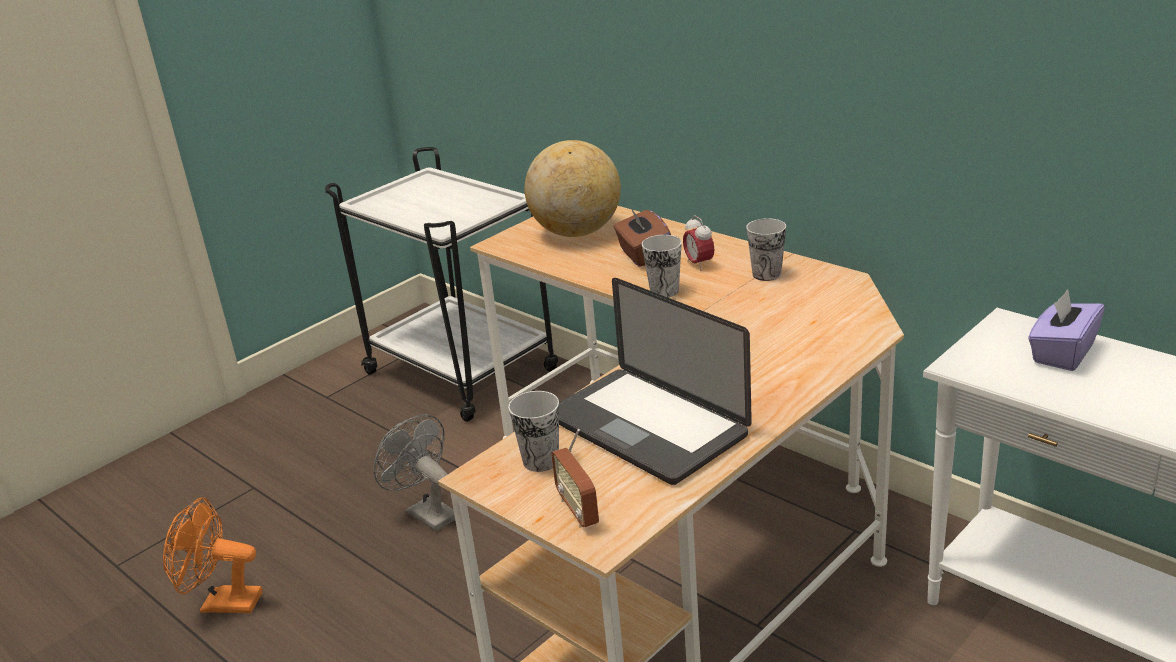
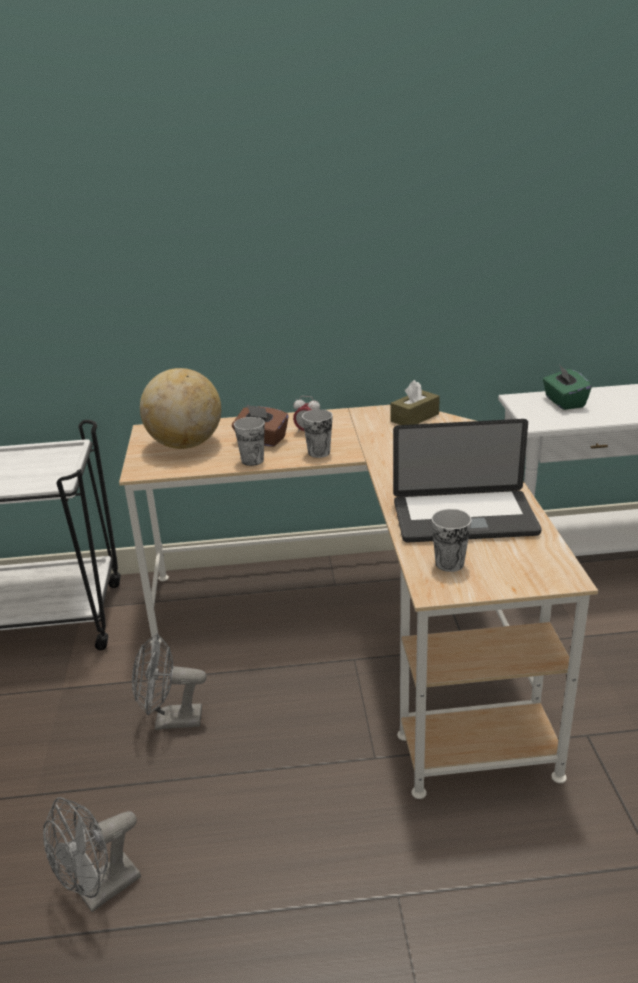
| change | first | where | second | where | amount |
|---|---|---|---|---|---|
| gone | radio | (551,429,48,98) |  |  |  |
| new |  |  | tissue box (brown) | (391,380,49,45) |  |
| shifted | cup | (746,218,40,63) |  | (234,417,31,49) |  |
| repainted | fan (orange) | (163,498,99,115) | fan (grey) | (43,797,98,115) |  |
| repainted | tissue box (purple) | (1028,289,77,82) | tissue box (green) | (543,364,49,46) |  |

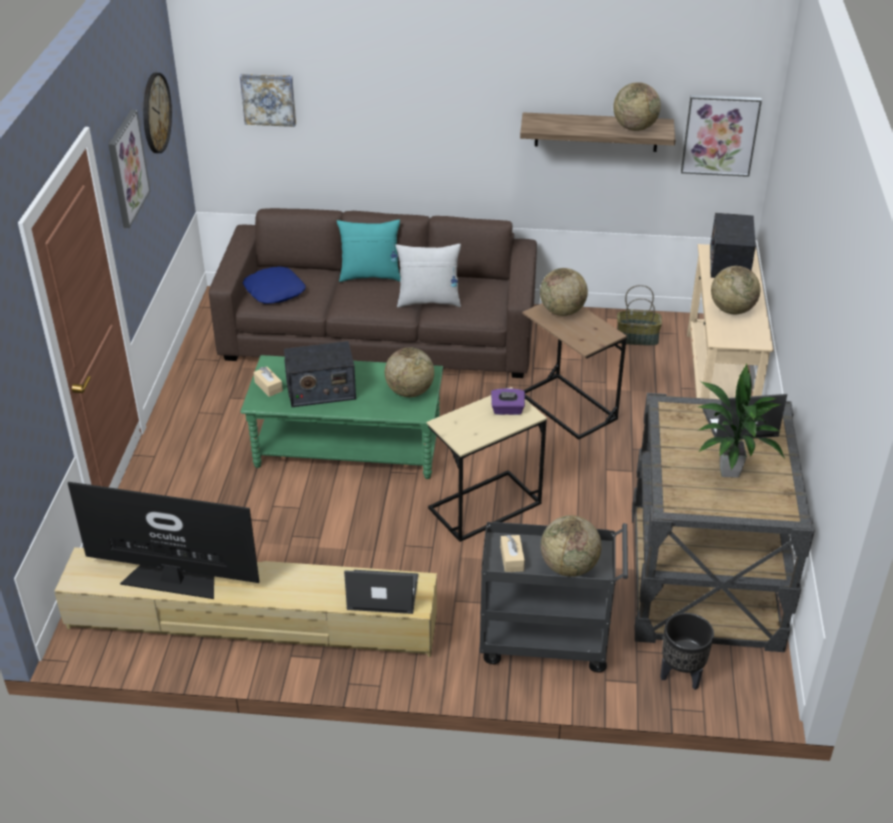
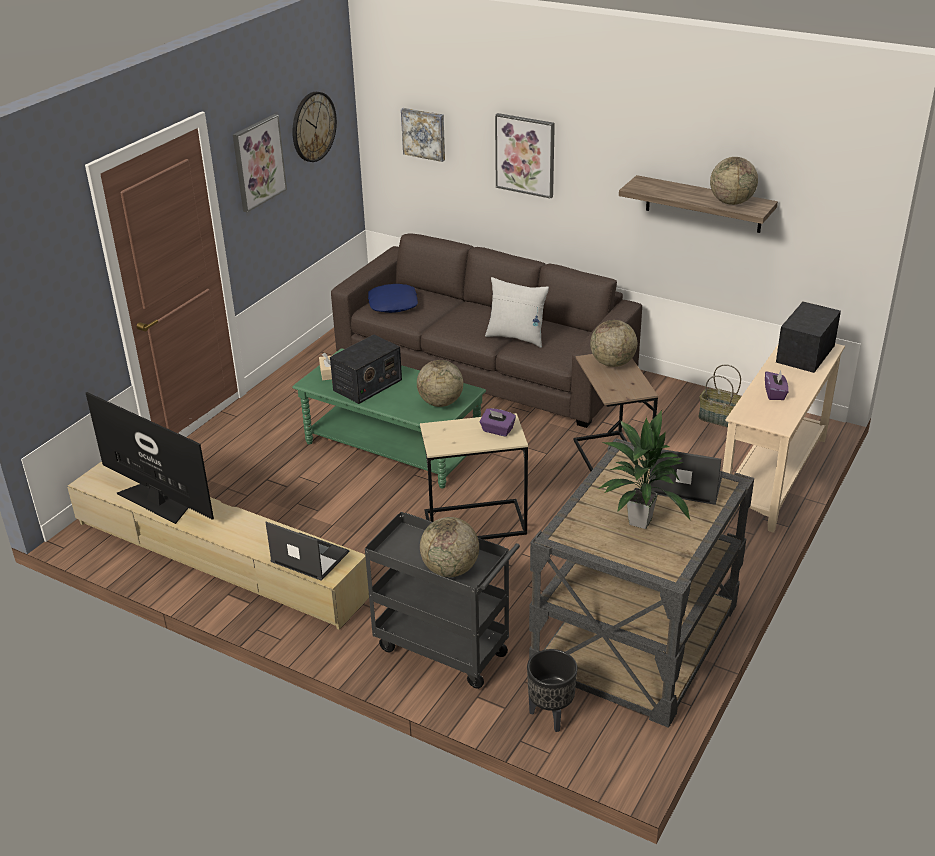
| change | first | where | second | where | amount |
|---|---|---|---|---|---|
| gone | pillow (turquoise) | (337,220,64,62) |  |  |  |
| gone | tissue box (beige) | (500,535,25,37) |  |  |  |
| shifted | picture | (681,95,81,82) |  | (495,113,60,86) |  |
| swapped | globe | (711,266,49,48) | tissue box (purple) | (765,371,24,29) |  |
| rotated | radio | (284,341,72,66) |  | (330,335,72,69) | 60 degrees counterclockwise |

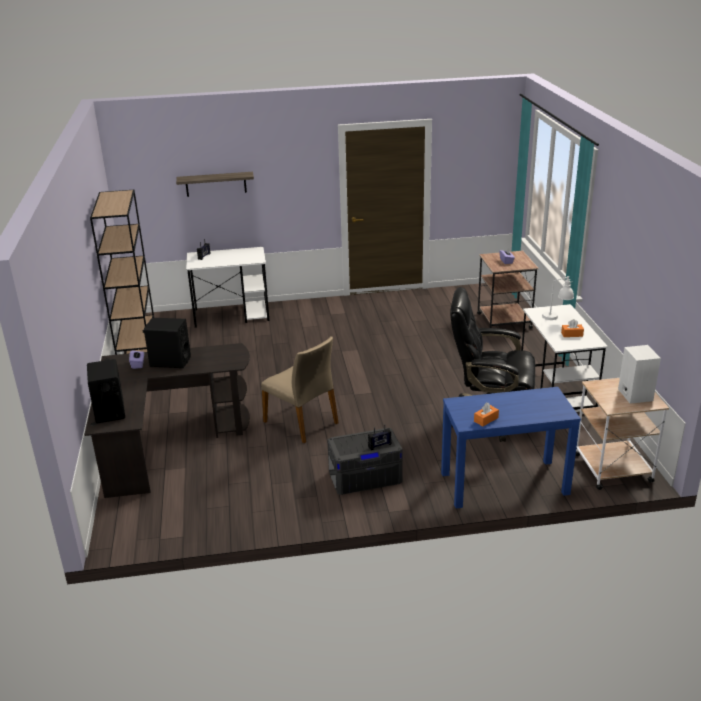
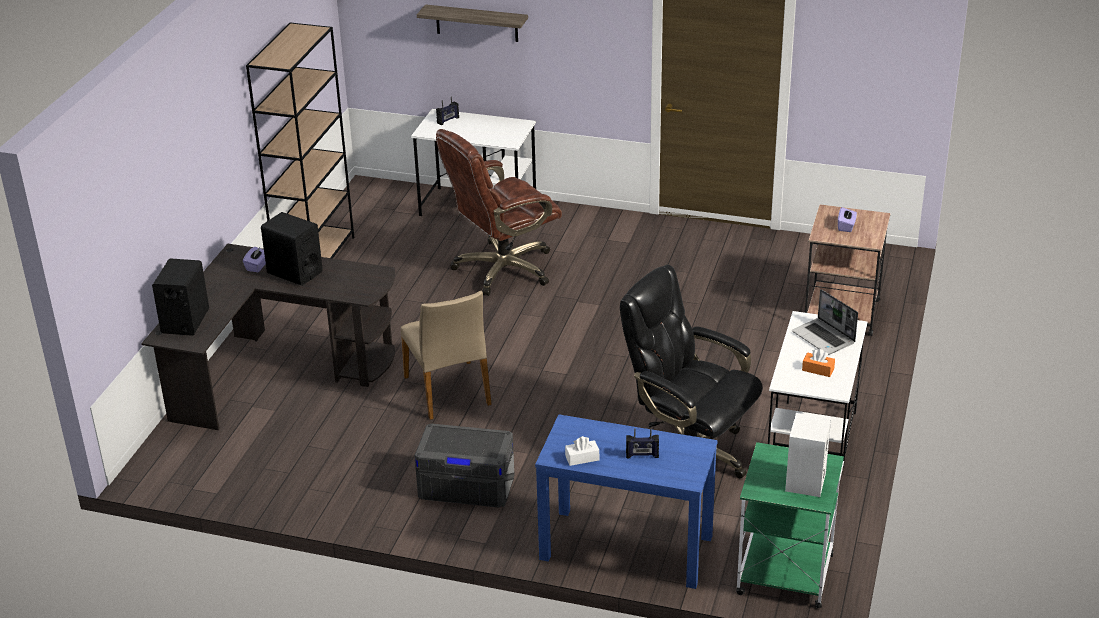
| change | first | where | second | where | amount |
|---|---|---|---|---|---|
| new |  |  | office chair (brown) | (436,129,126,167) |  |
| shifted | radio | (368,424,23,26) |  | (626,428,33,30) |  |
| swapped | table lamp (white) | (542,276,32,44) | laptop | (792,289,66,66) |  |
| repainted | tissue box (orange) | (474,403,25,23) | tissue box (white) | (565,436,34,30) |  |
| repainted | cart (beige) | (576,378,93,112) | cart (green) | (736,442,108,166) |  |

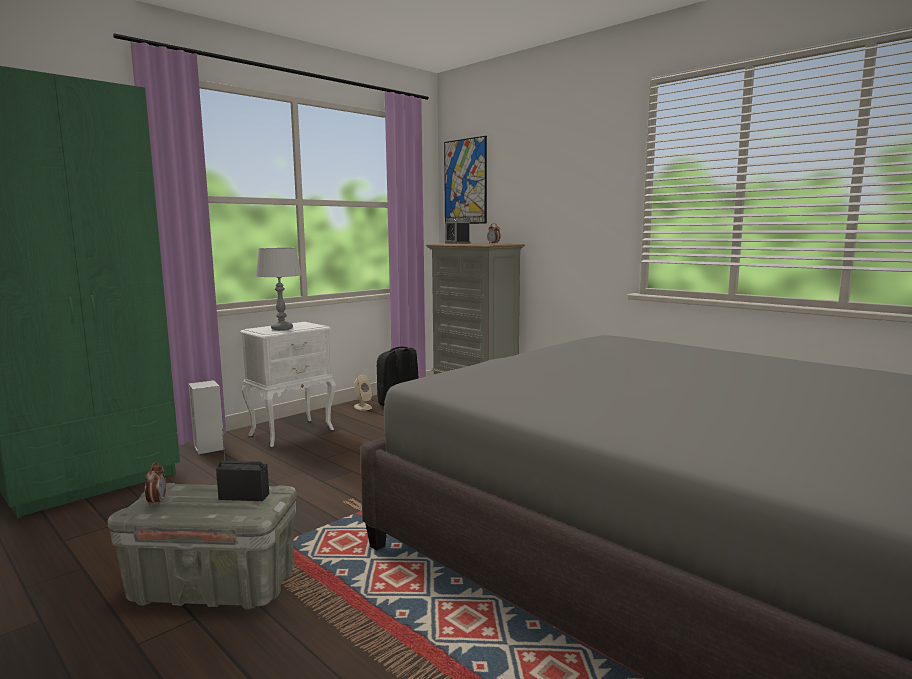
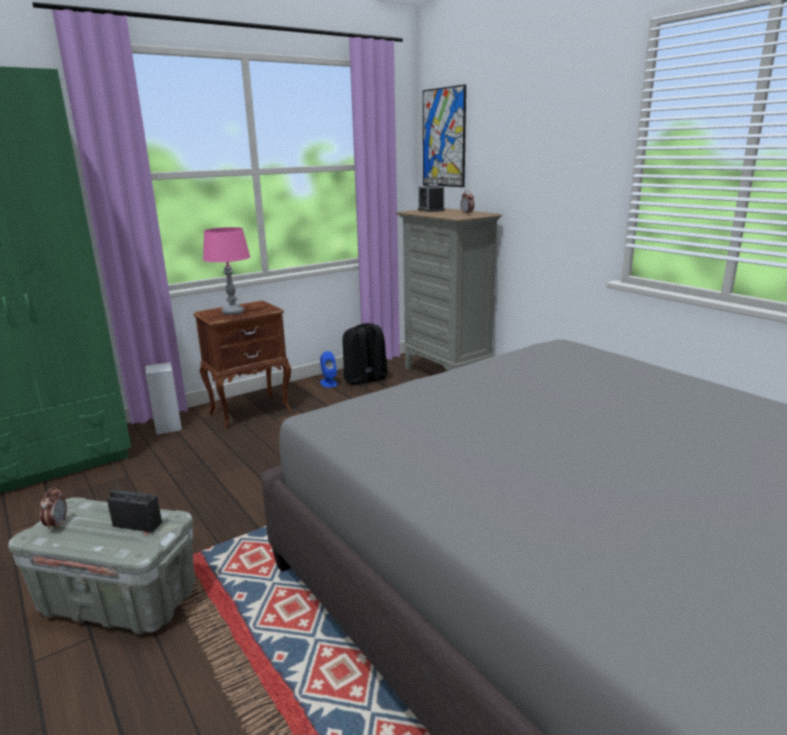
| change | first | where | second | where | amount |
|---|---|---|---|---|---|
| repainted | nightstand (white) | (240,322,96,125) | nightstand (brown) | (193,301,98,129) |  |
| repainted | table lamp (grey) | (256,248,46,82) | table lamp (pink) | (203,227,48,88) |  |
| repainted | speaker (beige) | (354,375,18,36) | speaker (blue) | (320,351,18,37) |  |

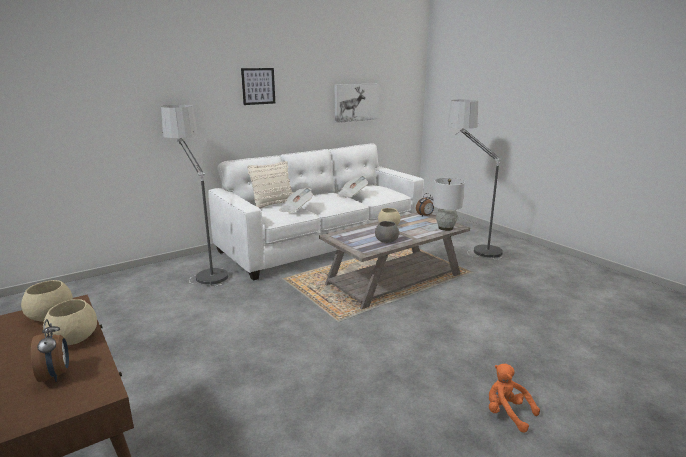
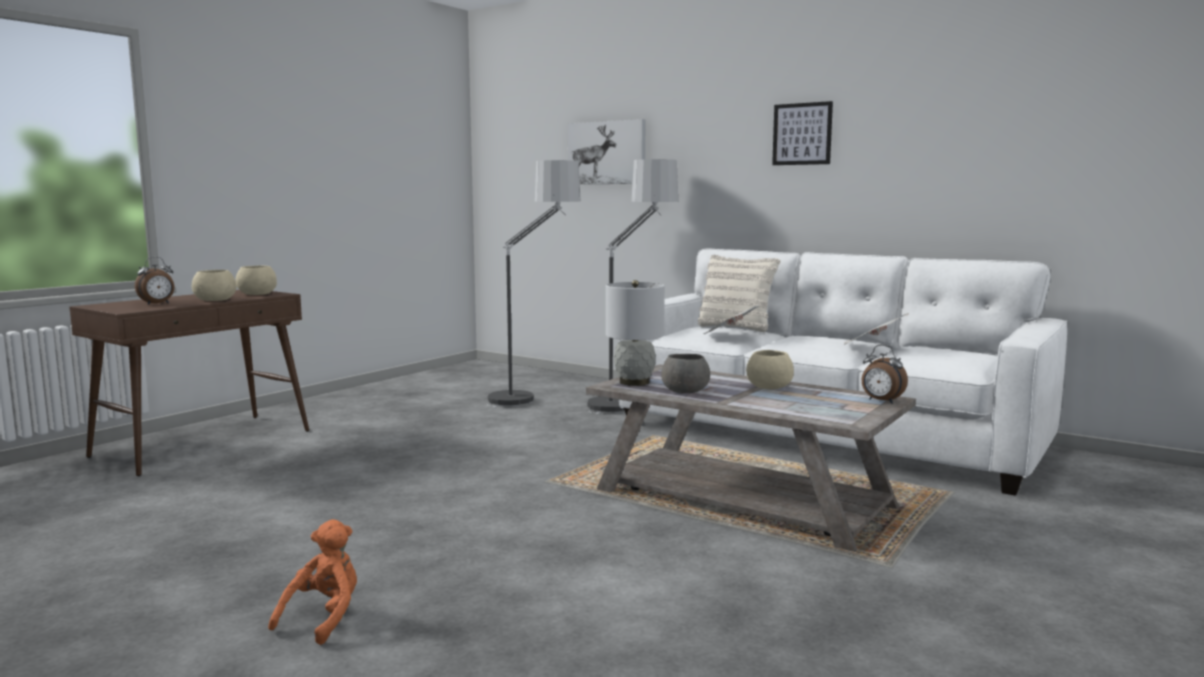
| change | first | where | second | where | amount |
|---|---|---|---|---|---|
| shifted | picture | (335,83,44,40) |  | (568,119,78,65) |  |
| shifted | table lamp (white) | (433,178,32,53) |  | (606,280,59,106) |  |
| shifted | floor lamp | (448,100,55,160) |  | (487,160,94,248) |  |

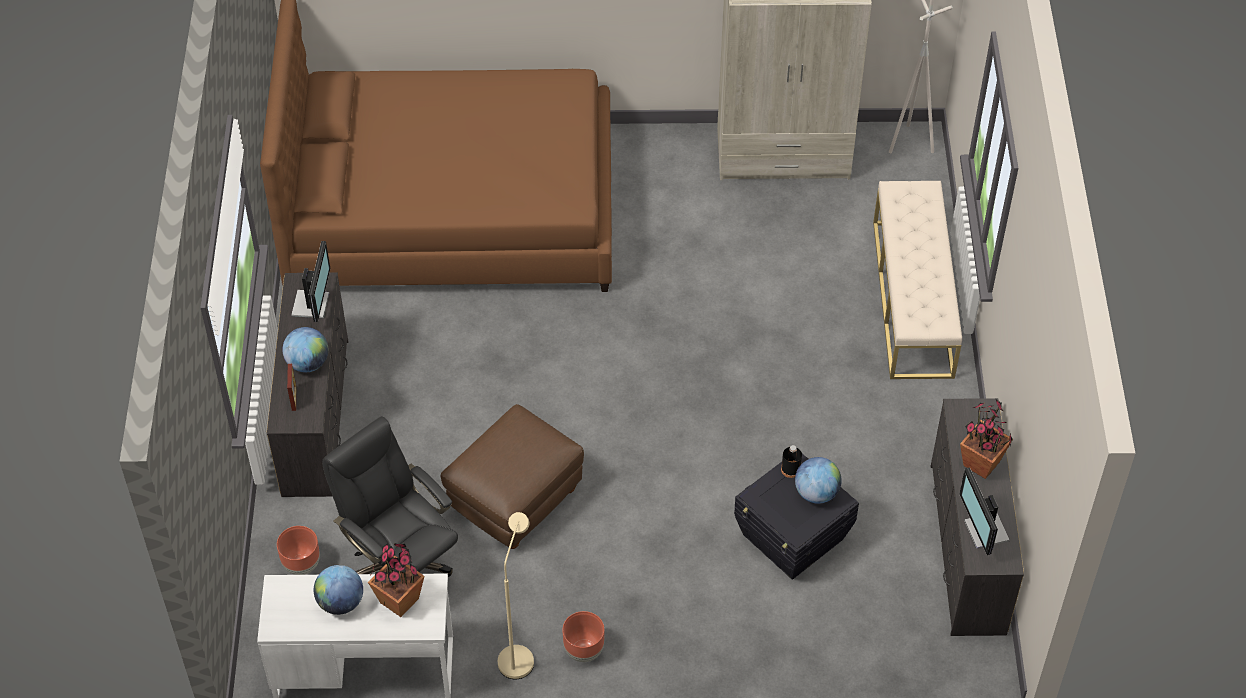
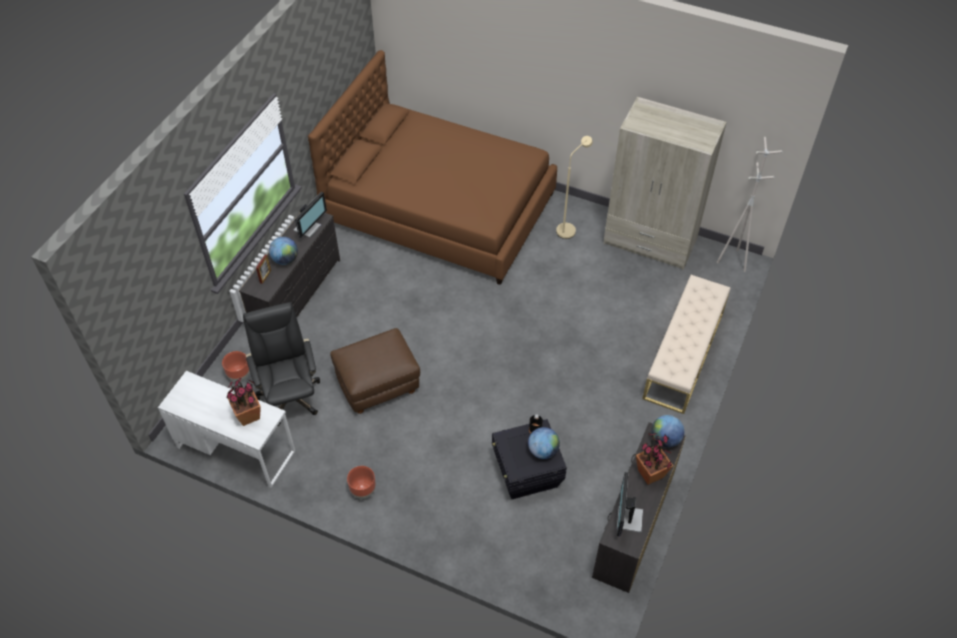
| change | first | where | second | where | amount |
|---|---|---|---|---|---|
| shifted | globe | (314,565,49,50) |  | (651,415,33,33) |  |
| shifted | floor lamp (beige) | (498,512,36,167) |  | (556,136,37,103) |  |

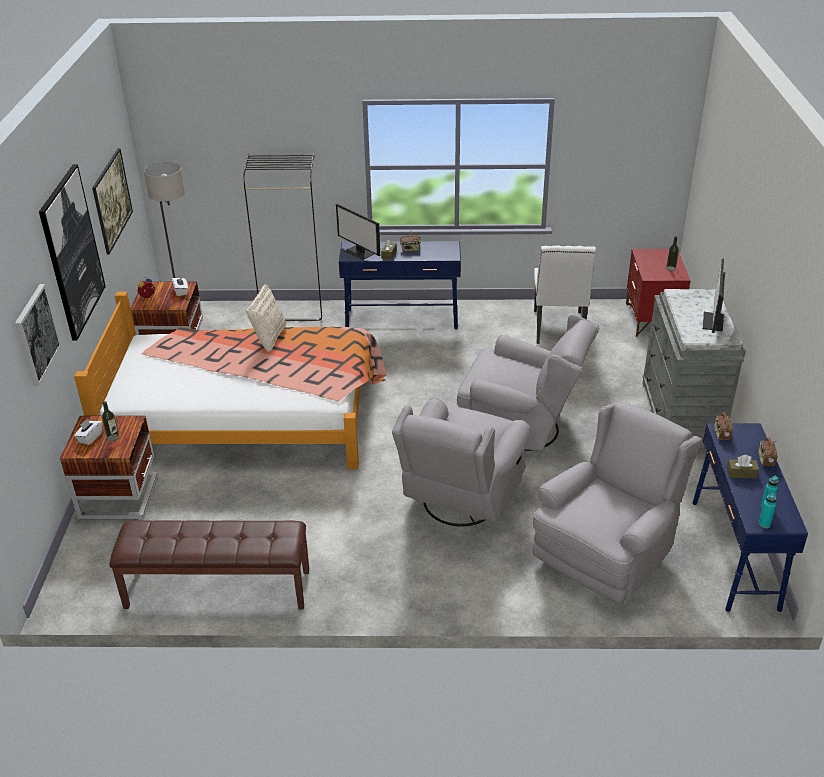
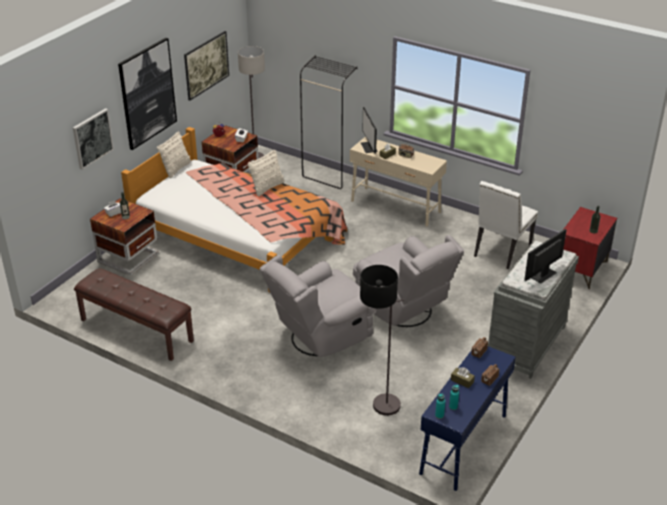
| change | first | where | second | where | amount |
|---|---|---|---|---|---|
| new |  |  | pillow (beige) | (157,132,34,46) |  |
| swapped | armchair (grey) | (532,401,170,203) | floor lamp (black) | (360,265,44,151) |  |
| repainted | console table (blue) | (339,241,122,88) | console table (beige) | (350,136,97,90) |  |

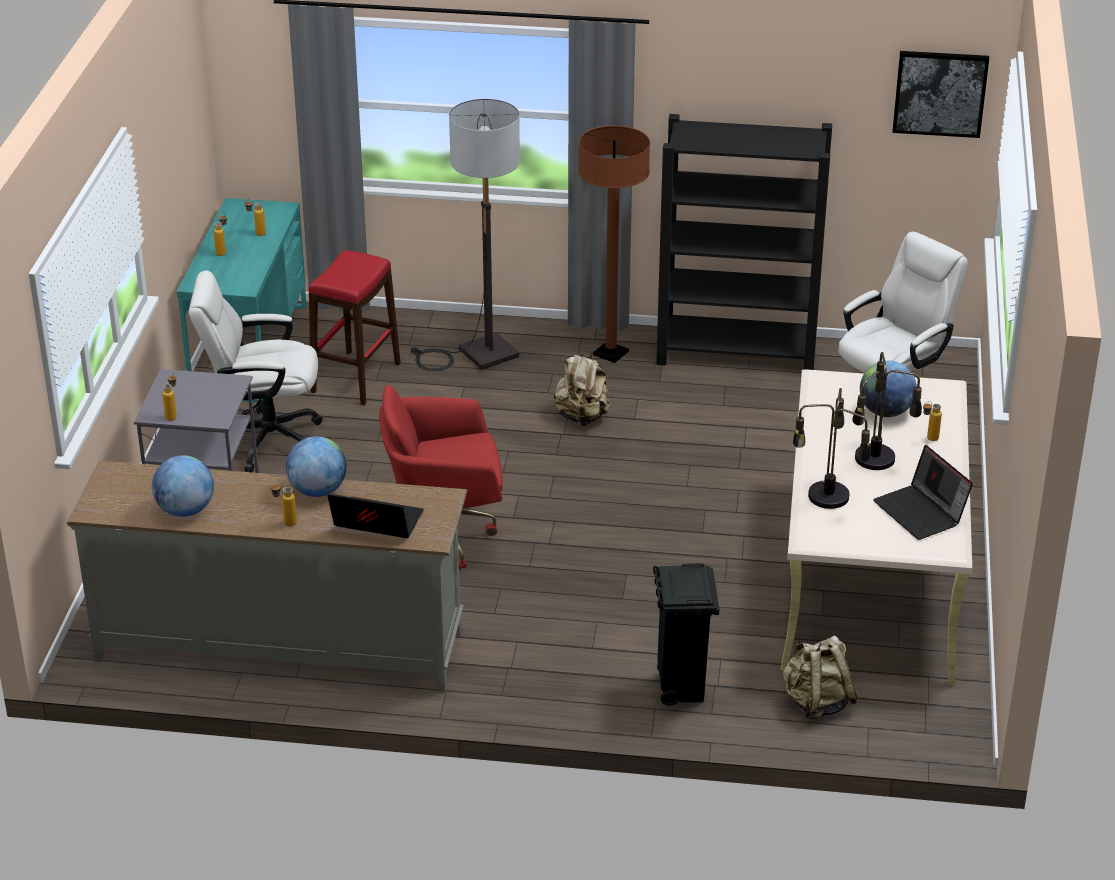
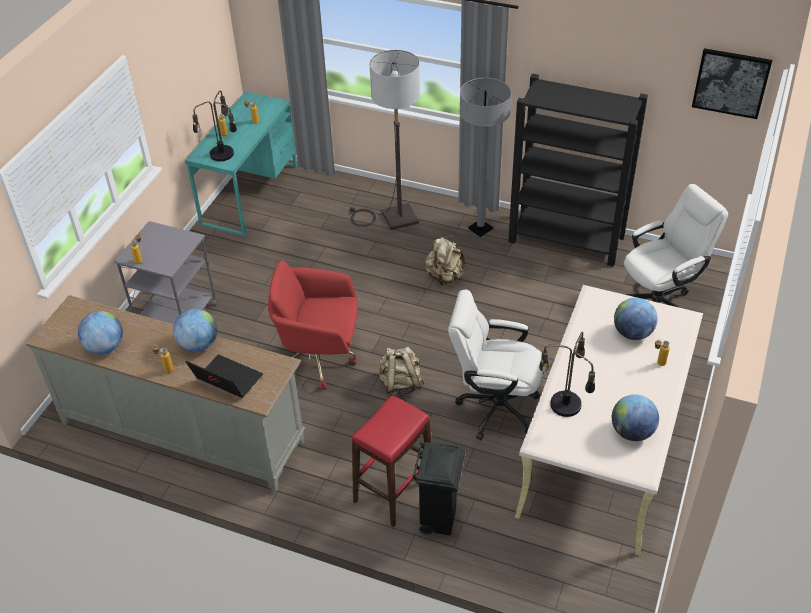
| change | first | where | second | where | amount |
|---|---|---|---|---|---|
| shifted | office chair (white) | (189,270,134,202) |  | (448,290,95,150) |  |
| shifted | stool (red) | (309,250,92,155) |  | (352,395,79,132) |  |
| shifted | backpack (beige) | (783,636,75,83) |  | (379,347,45,49) |  |
| shifted | table lamp | (853,352,69,118) |  | (193,90,44,71) |  |
| swapped | laptop | (873,445,100,95) | globe | (612,394,47,47) |  |
| repainted | floor lamp (brown) | (578,125,72,238) | floor lamp (grey) | (459,78,52,159) |  |

